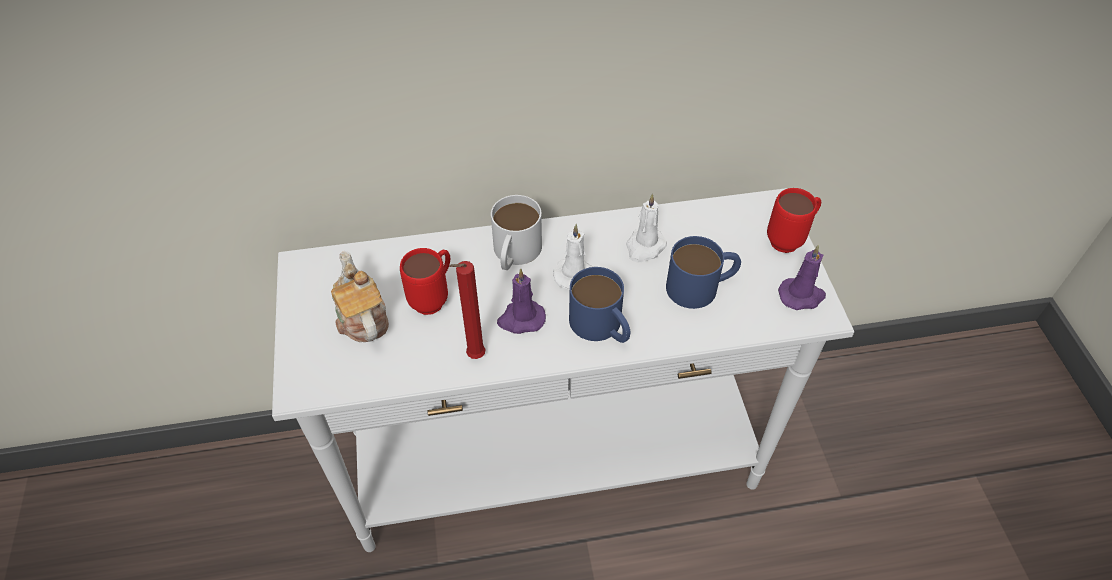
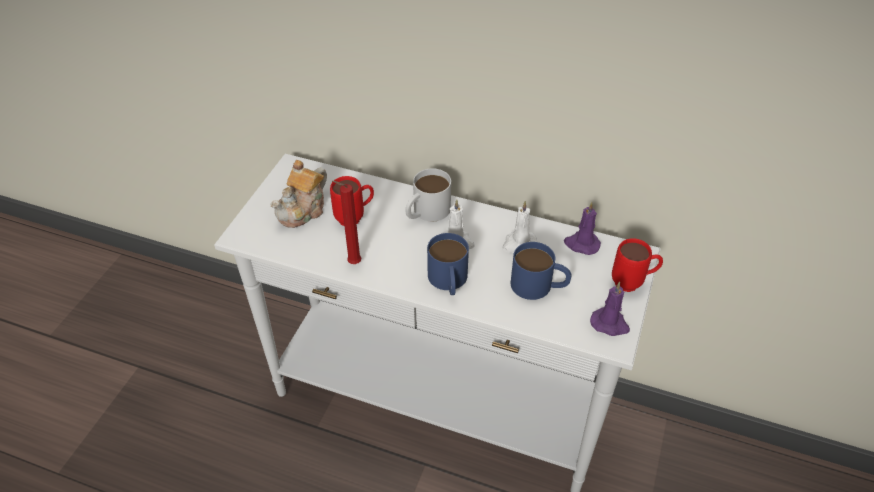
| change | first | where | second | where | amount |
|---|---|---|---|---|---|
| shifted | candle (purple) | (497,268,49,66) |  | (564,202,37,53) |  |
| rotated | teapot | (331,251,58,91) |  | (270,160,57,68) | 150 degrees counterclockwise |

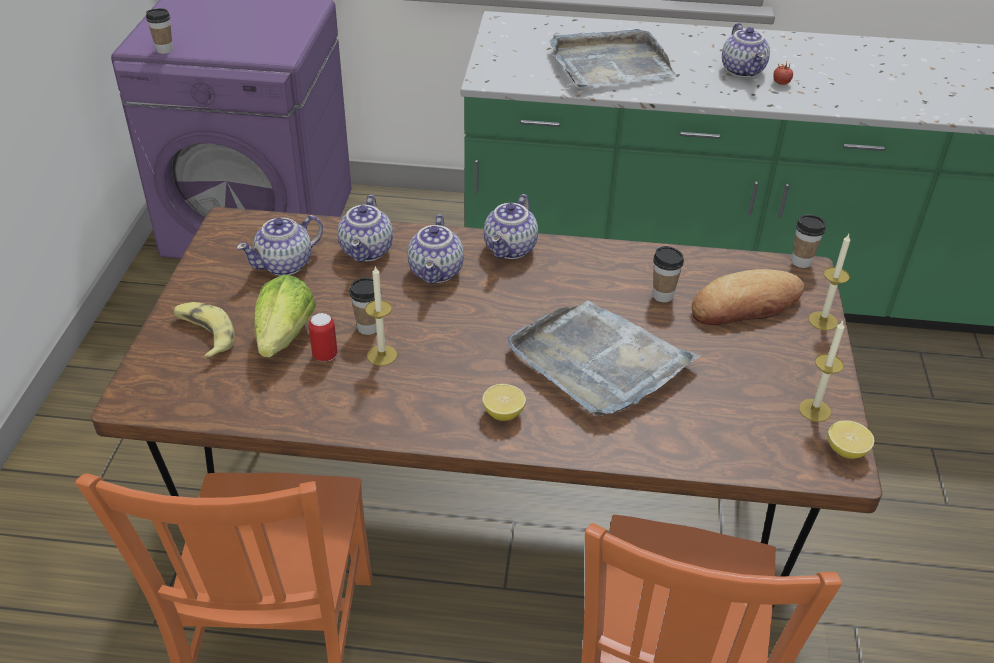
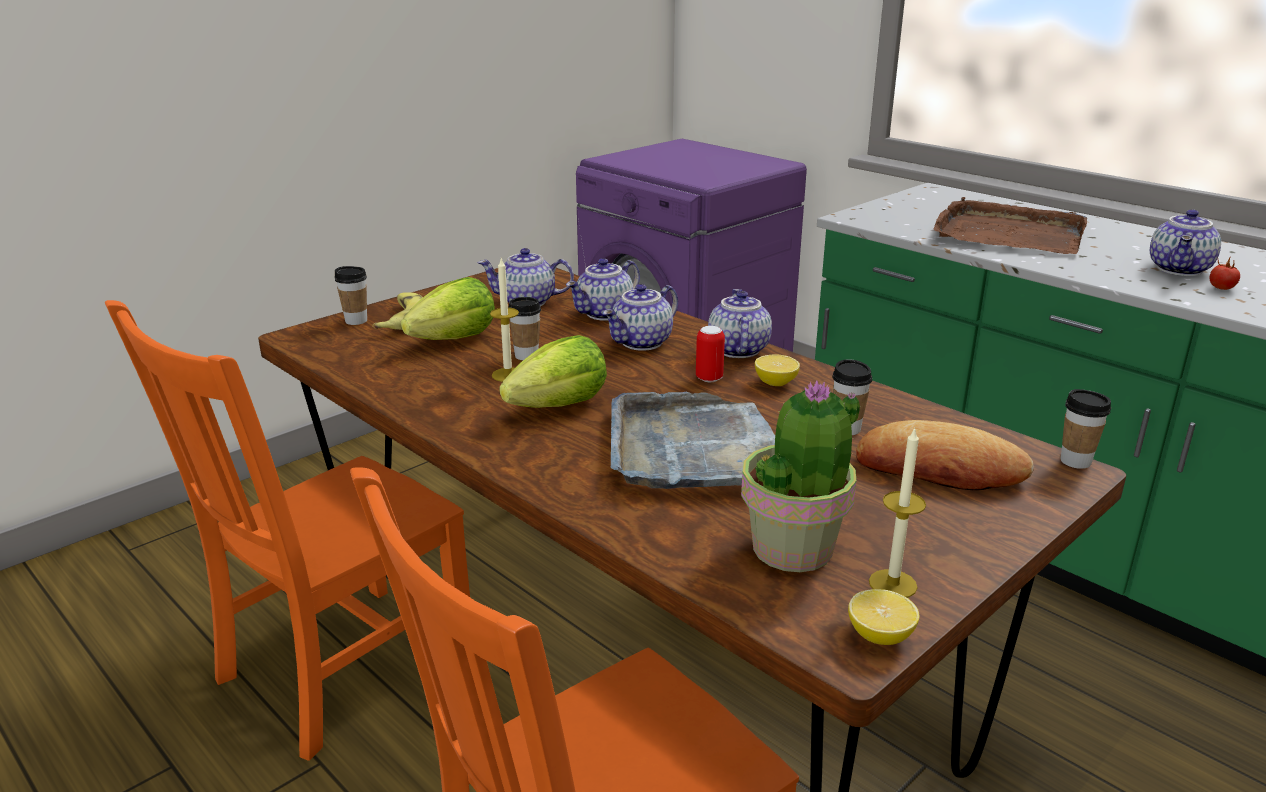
| change | first | where | second | where | amount |
|---|---|---|---|---|---|
| gone | candle | (808,234,42,97) |  |  |  |
| new |  |  | lettuce | (499,335,108,73) |  |
| new |  |  | potted plant | (741,381,119,191) |  |
| shifted | cup | (146,8,27,46) |  | (334,266,33,59) |  |
| shifted | can | (308,313,30,49) |  | (696,326,29,56) |  |
| shifted | lemon | (482,384,44,37) |  | (755,354,45,32) |  |
| repainted | tray (grey) | (550,29,127,58) | tray (brown) | (934,197,153,57) |  |
| rotated | teapot | (484,194,54,65) |  | (708,289,64,69) | 120 degrees clockwise |

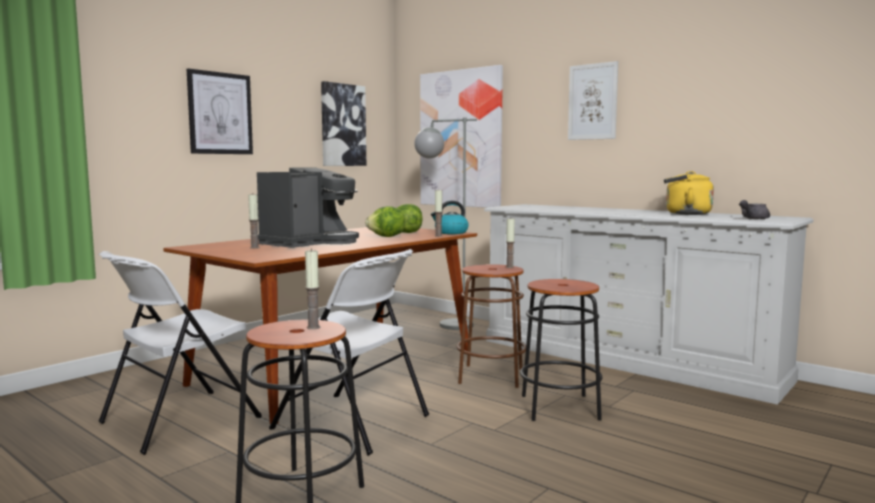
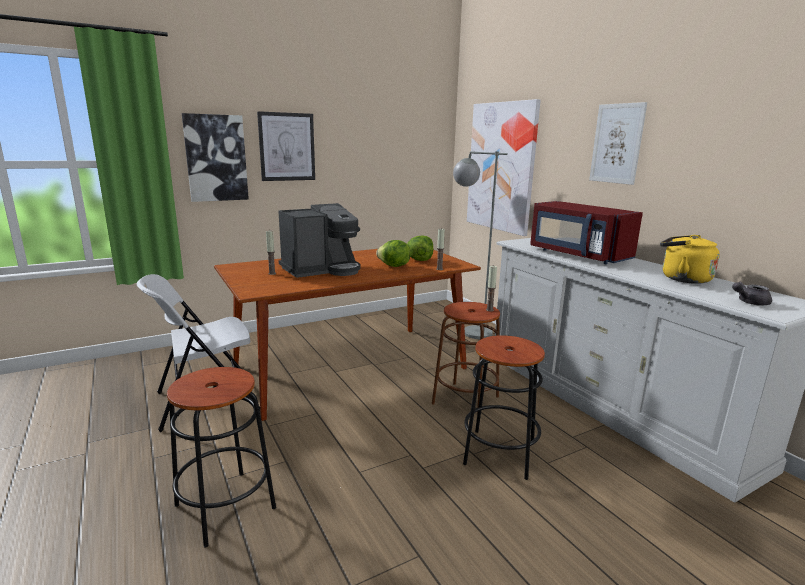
| change | first | where | second | where | amount |
|---|---|---|---|---|---|
| gone | chair (white) | (269,249,160,207) |  |  |  |
| gone | candle | (305,248,15,81) |  |  |  |
| gone | kettle | (431,201,38,33) |  |  |  |
| new |  |  | microwave (red) | (530,201,113,63) |  |
| shifted | picture | (321,81,45,85) |  | (181,113,68,89) |  |

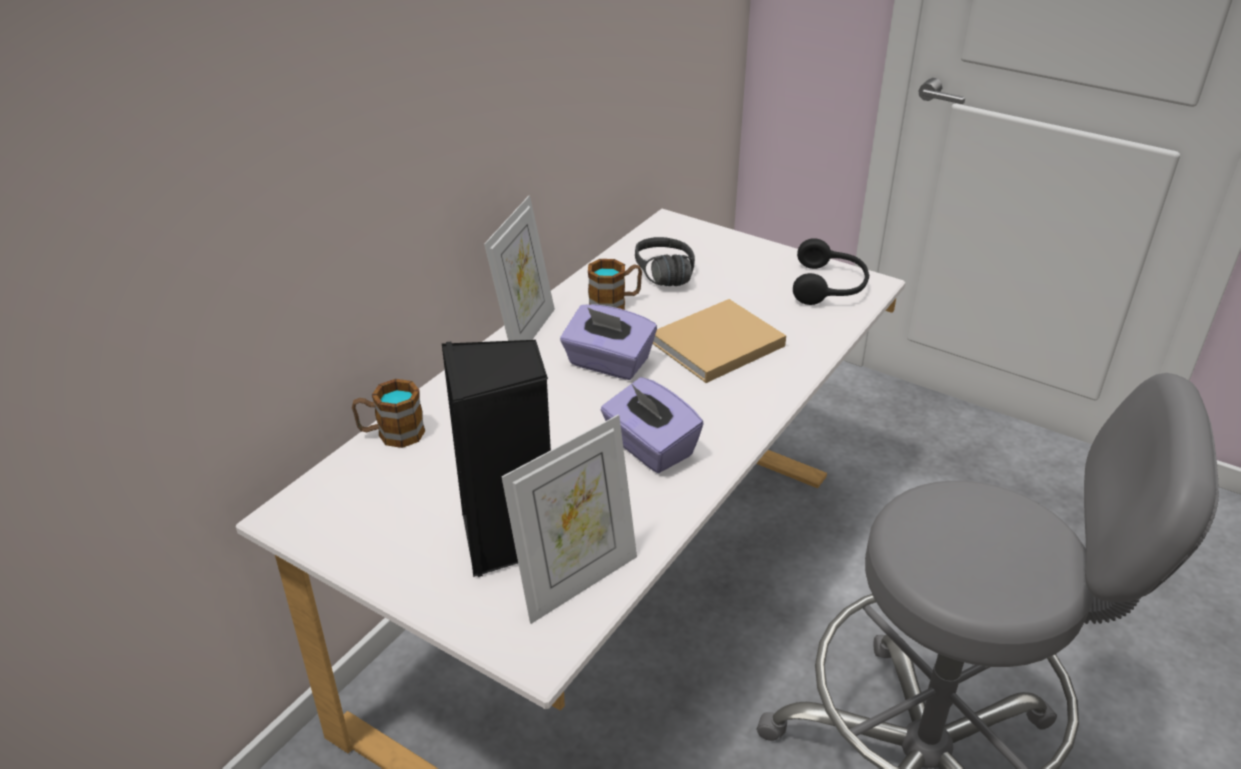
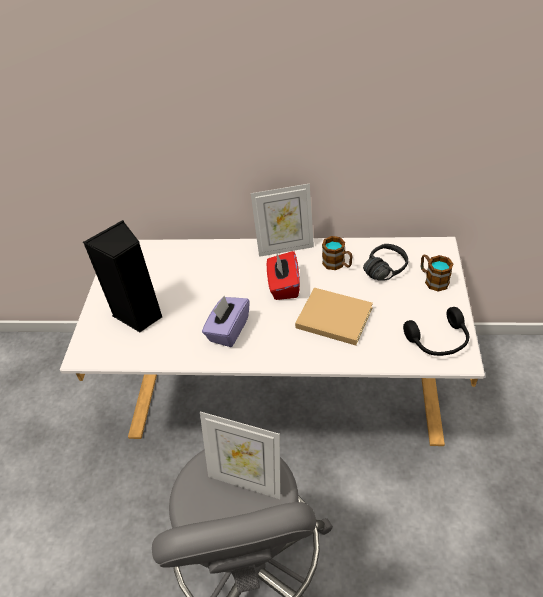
| change | first | where | second | where | amount |
|---|---|---|---|---|---|
| shifted | mug | (352,379,73,69) |  | (421,255,32,37) |  |
| shifted | picture frame | (502,415,135,209) |  | (200,411,81,88) |  |
| repainted | tissue box (purple) | (560,304,97,76) | tissue box (red) | (267,251,33,49) |  |

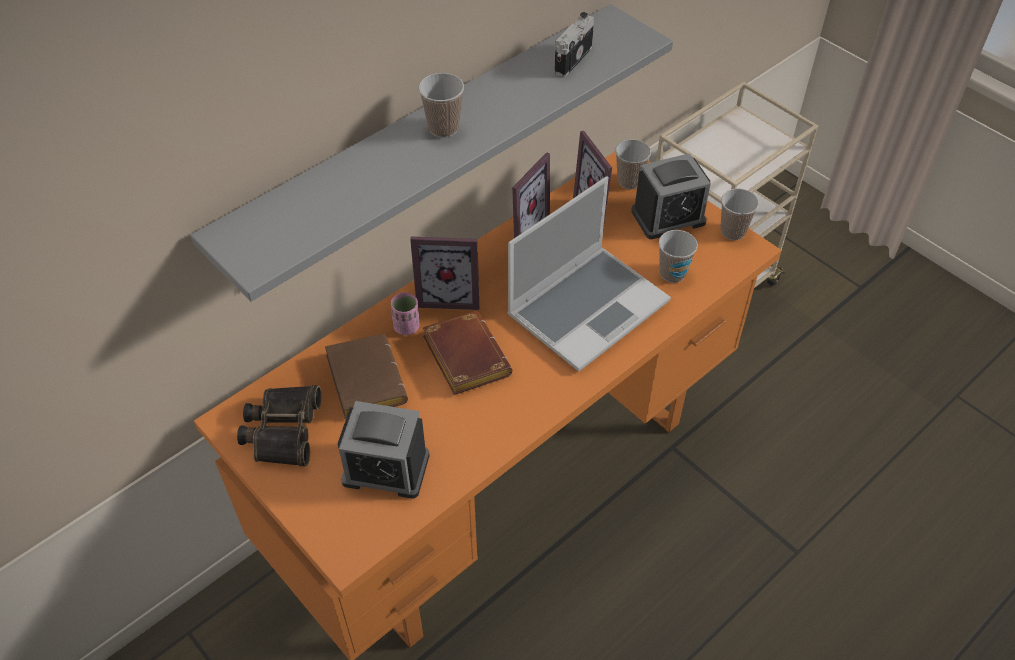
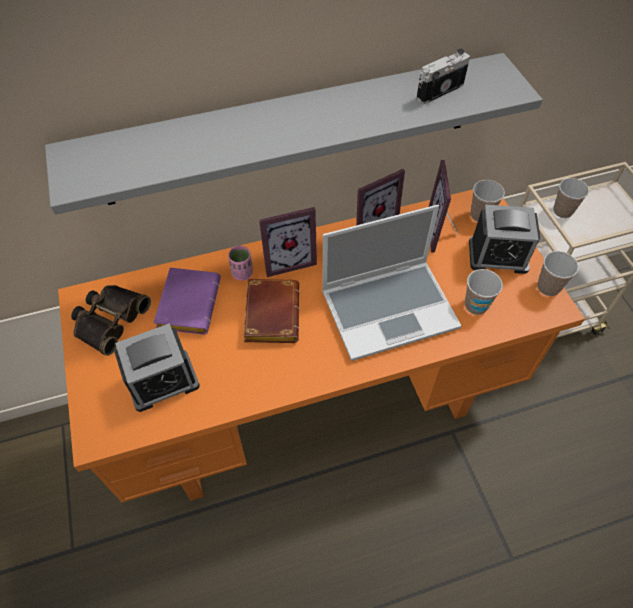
| change | first | where | second | where | amount |
|---|---|---|---|---|---|
| shifted | cup | (418,73,46,65) |  | (554,178,35,40) |  |
| repainted | book (brown) | (325,334,83,85) | book (purple) | (153,268,68,67) |  |
| rotated | alarm clock | (338,401,92,98) |  | (114,323,86,89) | 60 degrees counterclockwise |
| rotated | picture frame | (410,237,69,73) |  | (259,207,58,70) | 45 degrees counterclockwise |

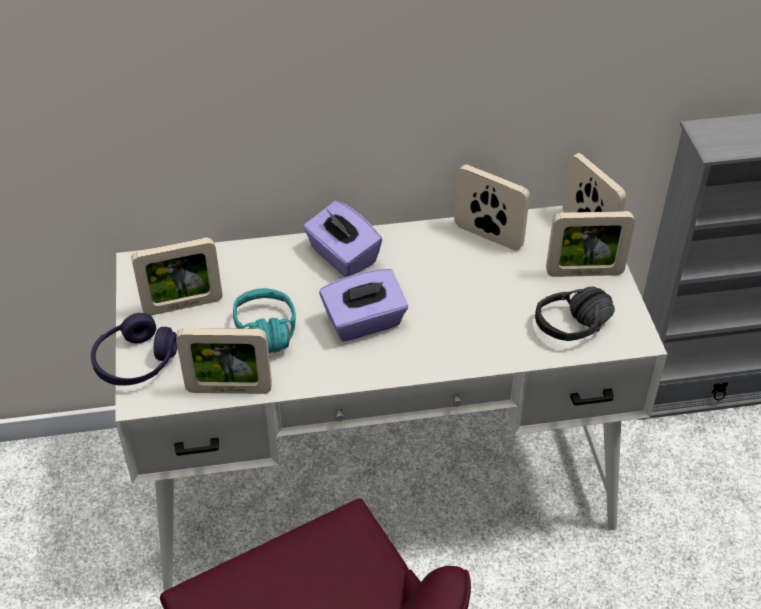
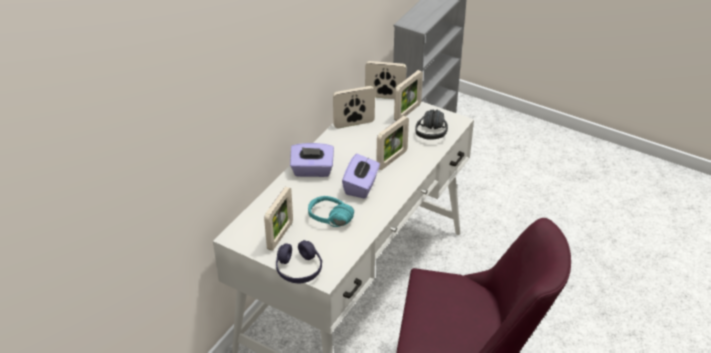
| change | first | where | second | where | amount |
|---|---|---|---|---|---|
| shifted | picture frame | (176,328,96,66) |  | (376,116,33,54) |  |

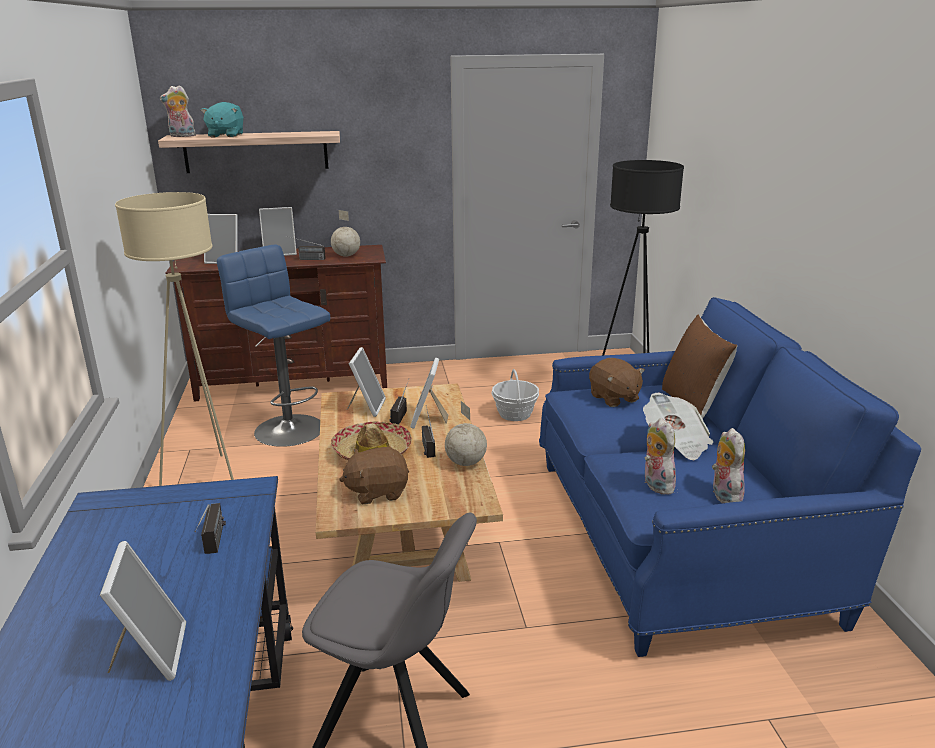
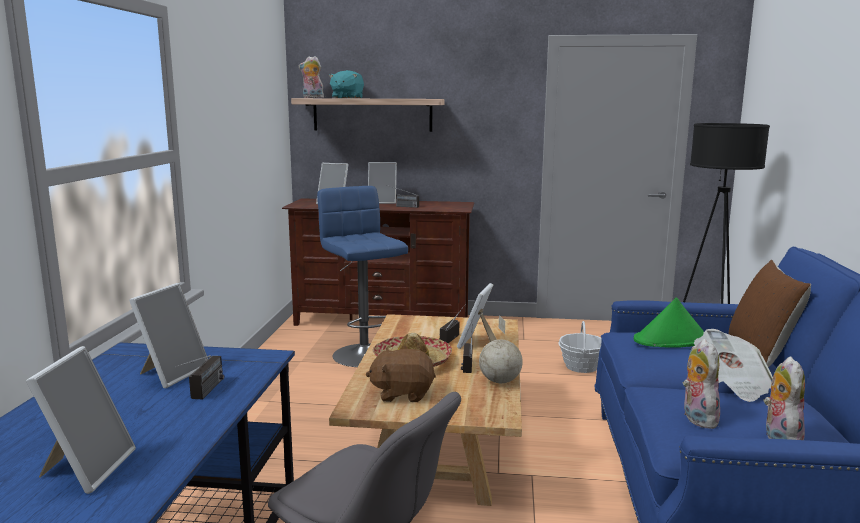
| change | first | where | second | where | amount |
|---|---|---|---|---|---|
| gone | floor lamp (beige) | (115,192,119,294) |  |  |  |
| gone | globe | (331,210,29,47) |  |  |  |
| shifted | picture frame | (347,347,39,70) |  | (129,283,79,105) |  |
| swapped | plush toy (brown) | (589,358,56,49) | hat (green) | (634,298,70,50) |  |

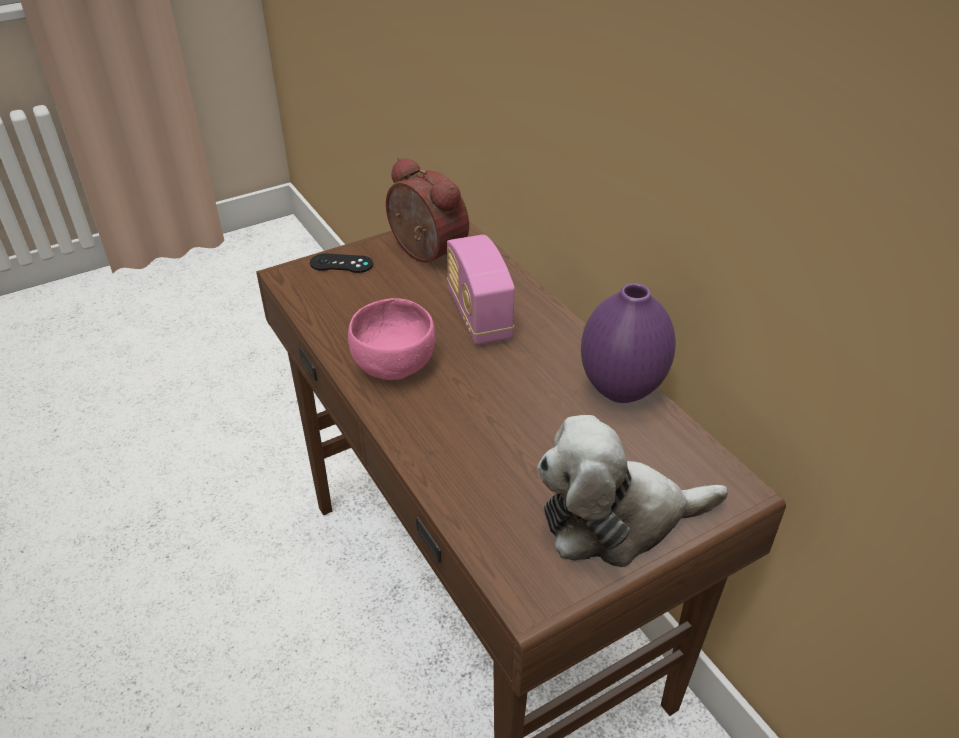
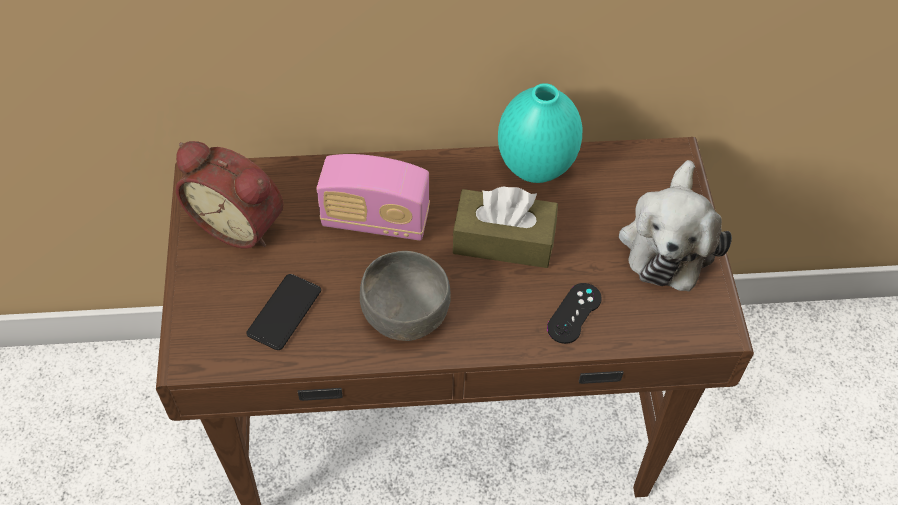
| change | first | where | second | where | amount |
|---|---|---|---|---|---|
| new |  |  | phone | (246,274,75,76) |  |
| new |  |  | tissue box (brown) | (452,186,106,82) |  |
| shifted | game controller (black) | (310,253,63,20) |  | (547,283,55,61) |  |
| repainted | bowl (pink) | (348,298,87,82) | bowl (grey) | (360,251,91,90) |  |
| repainted | vase (purple) | (581,283,95,120) | vase (turquoise) | (498,83,84,100) |  |
| rotated | alarm clock | (386,157,83,106) |  | (176,141,108,108) | 135 degrees counterclockwise |

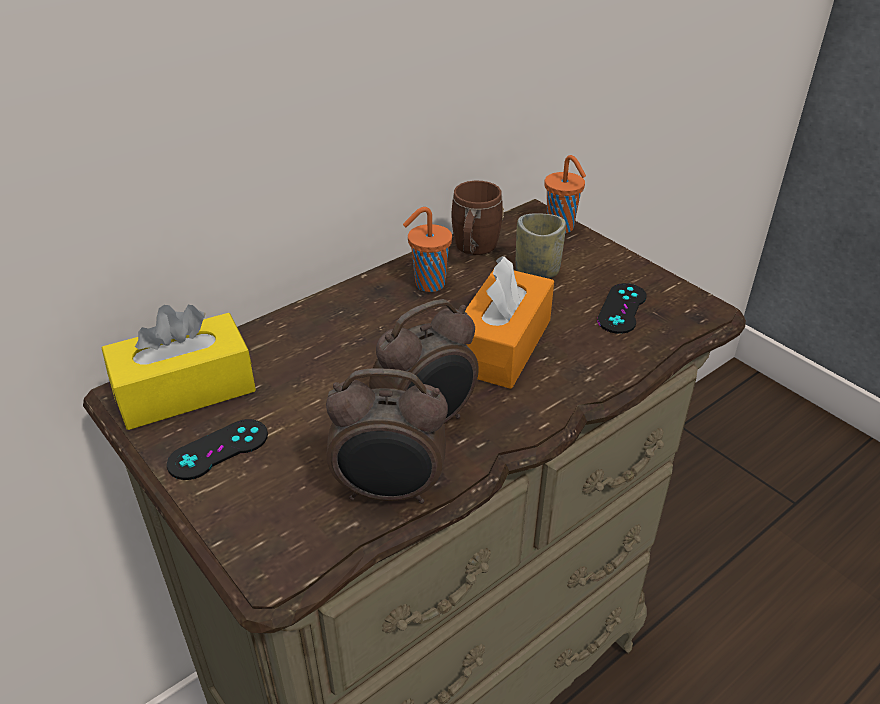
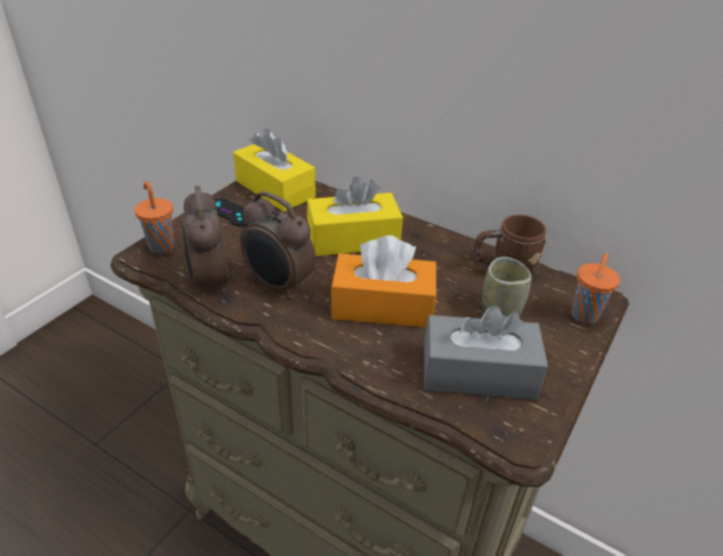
| change | first | where | second | where | amount |
|---|---|---|---|---|---|
| new |  |  | tissue box (yellow) | (307,176,96,80) |  |
| shifted | cup (orange) | (403,207,49,85) |  | (135,181,39,73) |  |
| swapped | game controller (black) | (597,283,50,51) | tissue box (grey) | (424,306,124,93) |  |

